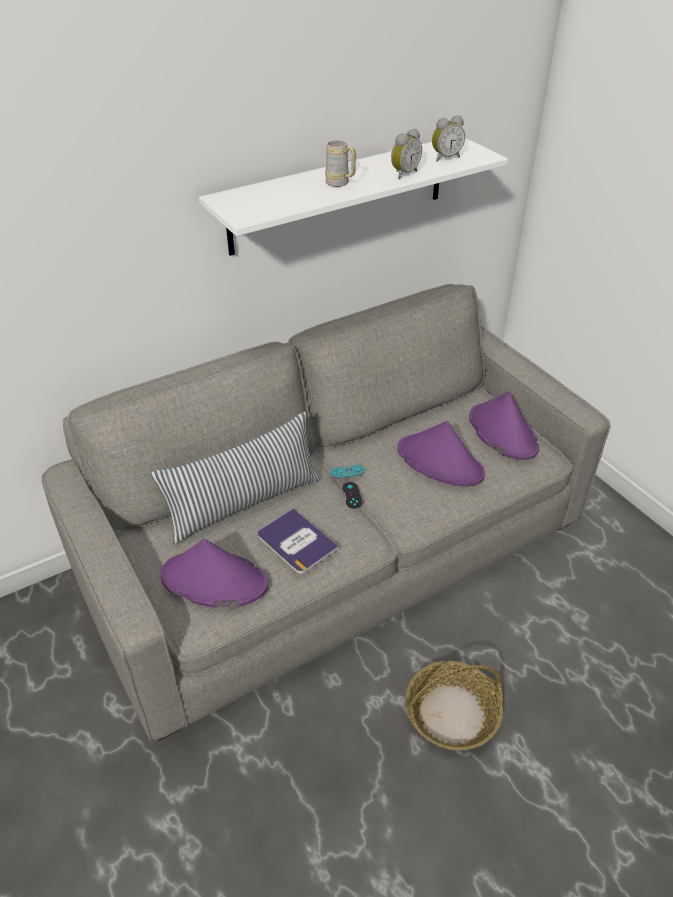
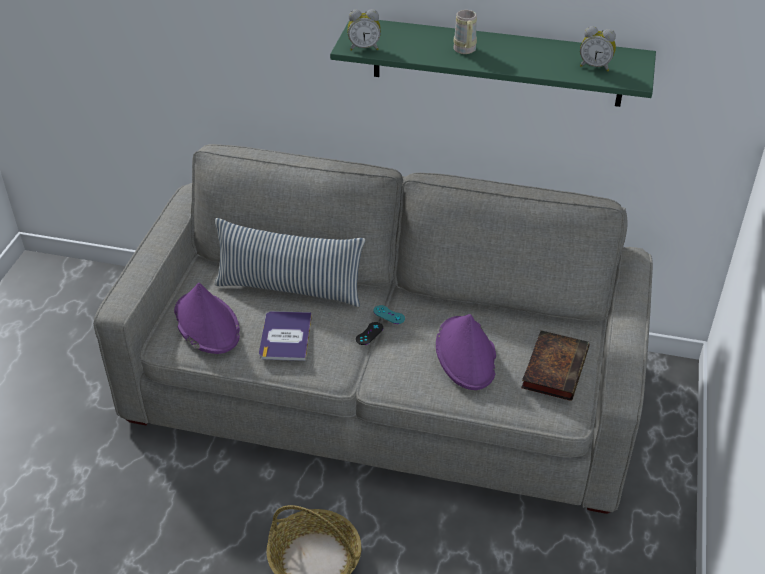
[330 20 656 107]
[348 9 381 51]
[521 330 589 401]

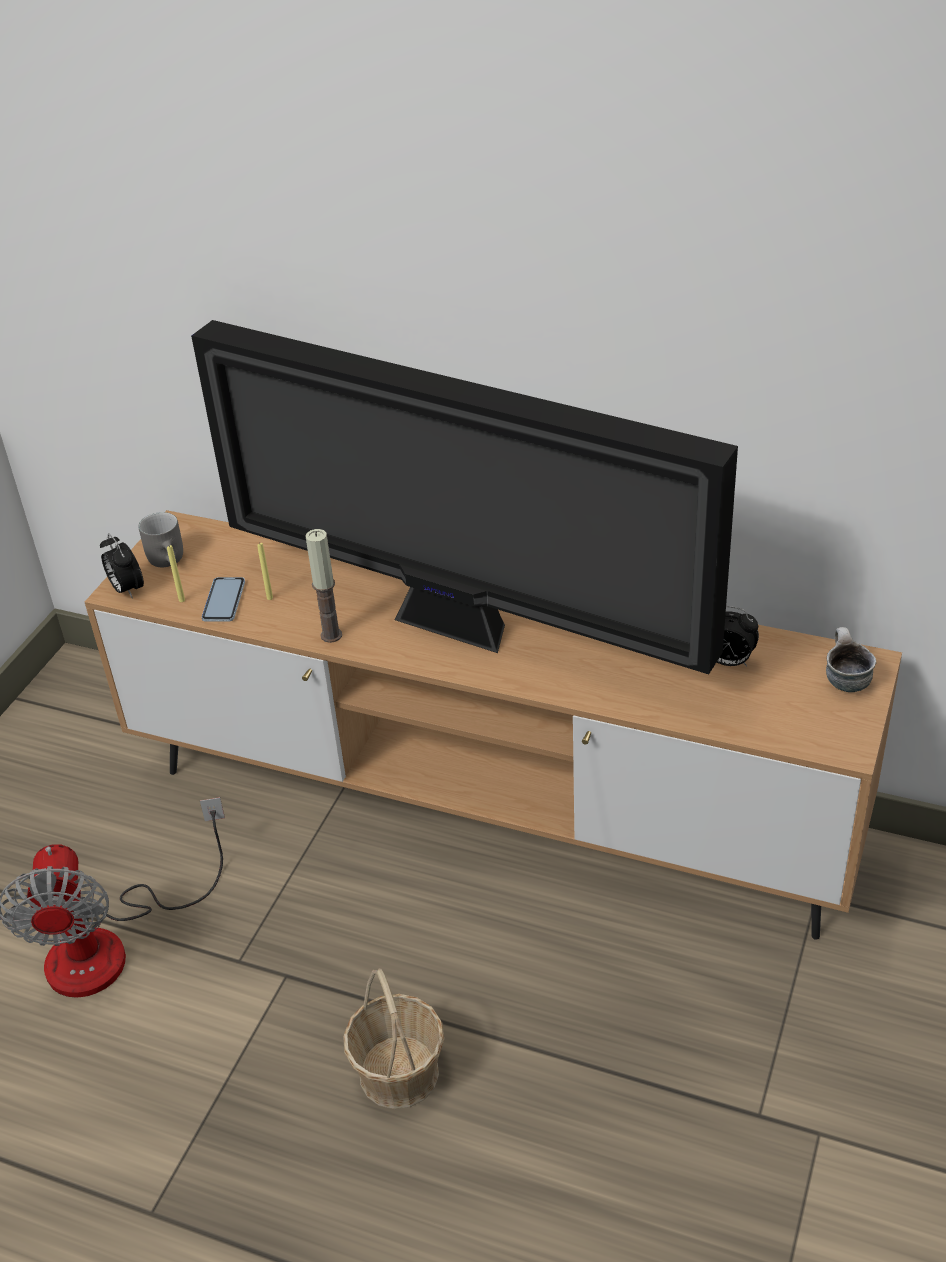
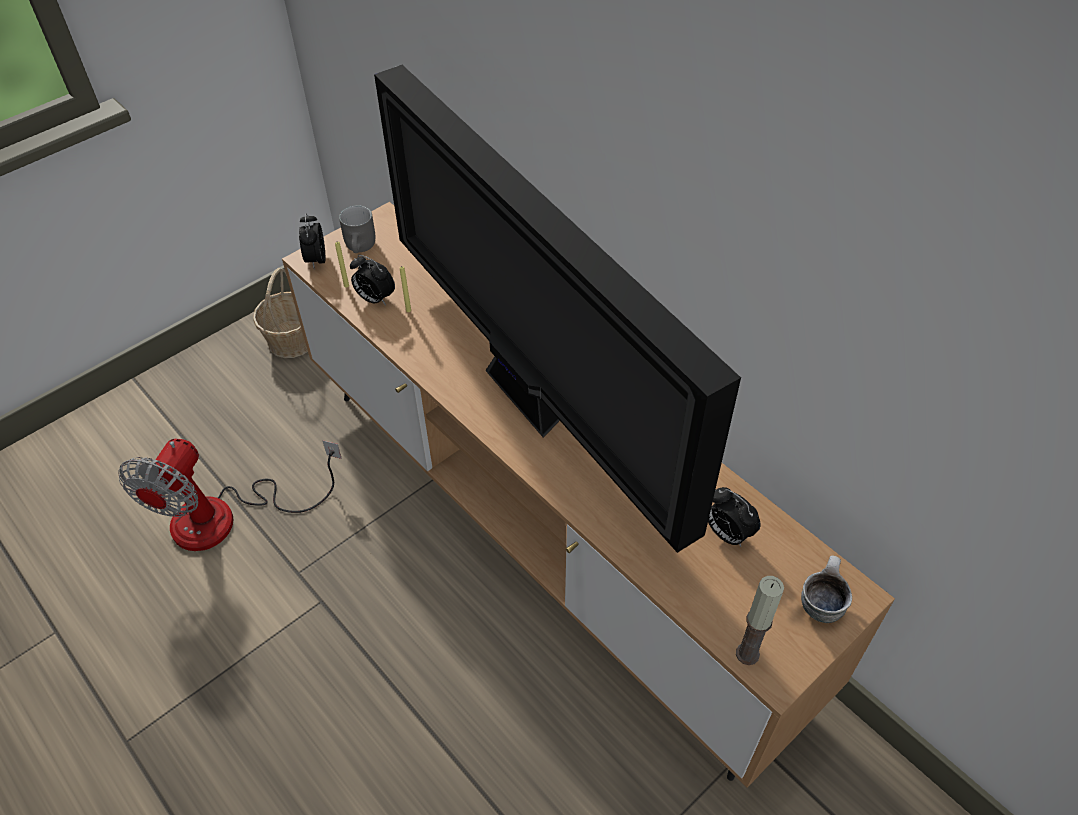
[253 268 308 358]
[350 255 395 305]
[736 576 784 665]

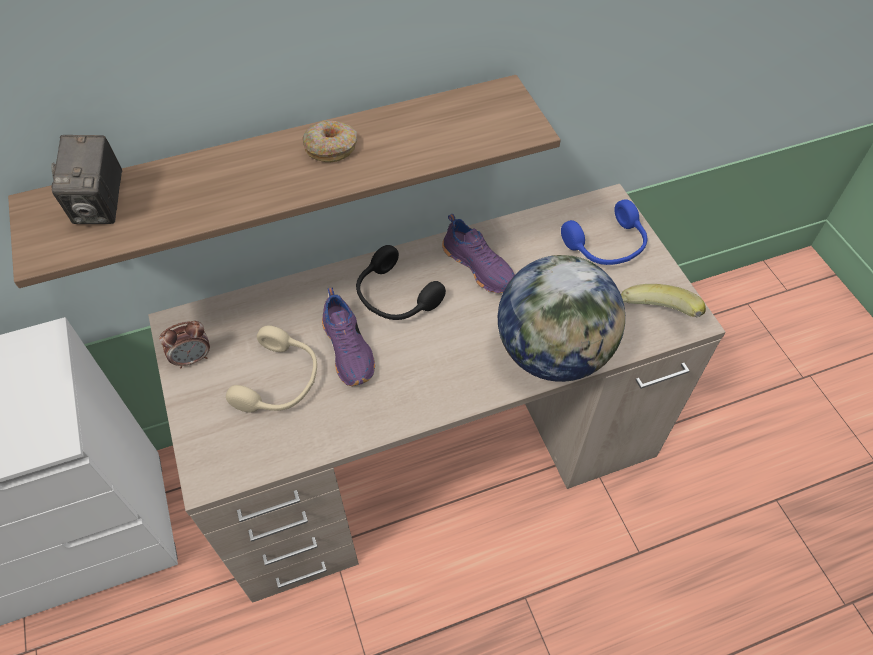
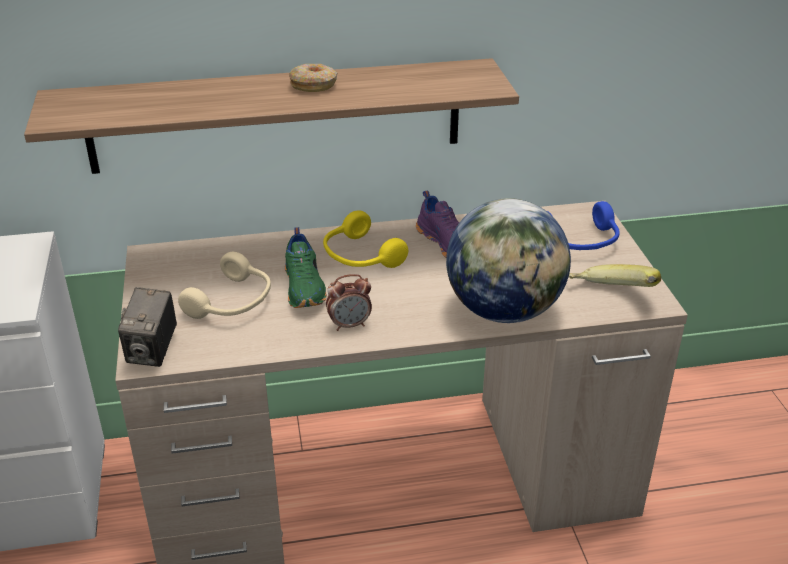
[118 287 177 367]
[285 227 327 308]
[323 210 408 268]
[326 274 372 331]

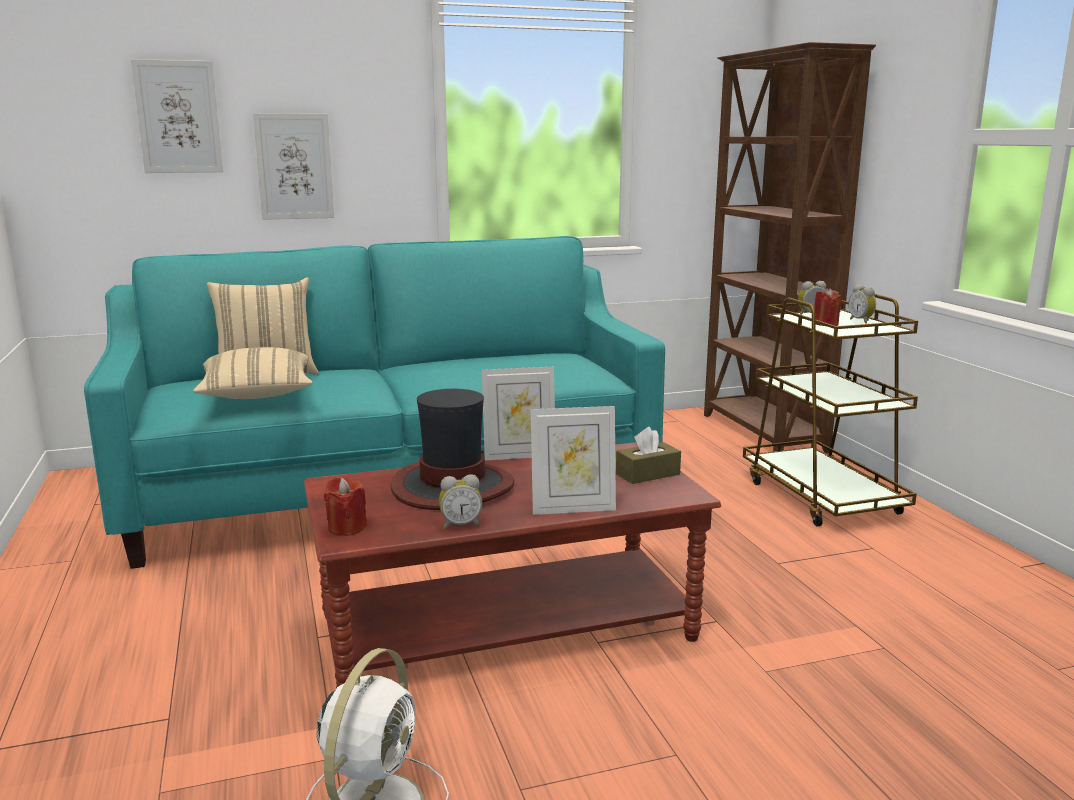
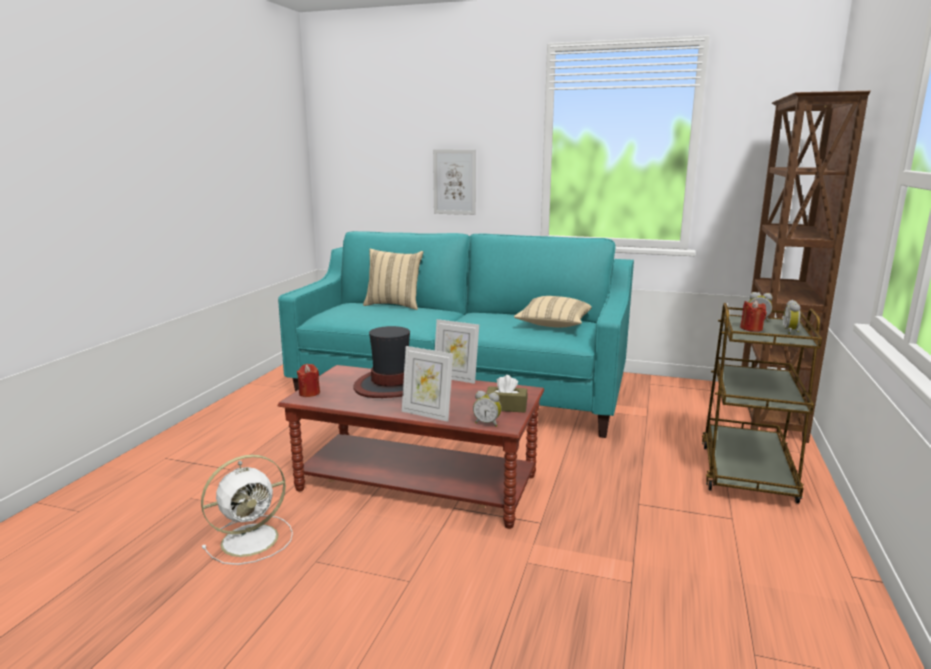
[473 391 501 427]
[514 296 592 327]
[131 59 223 173] (first image)

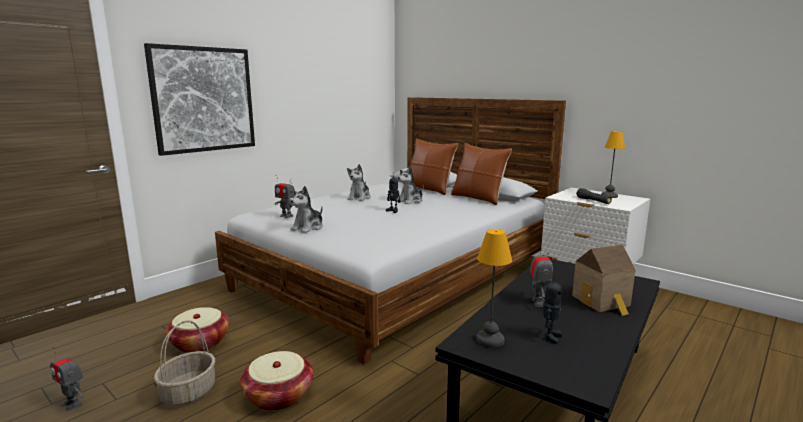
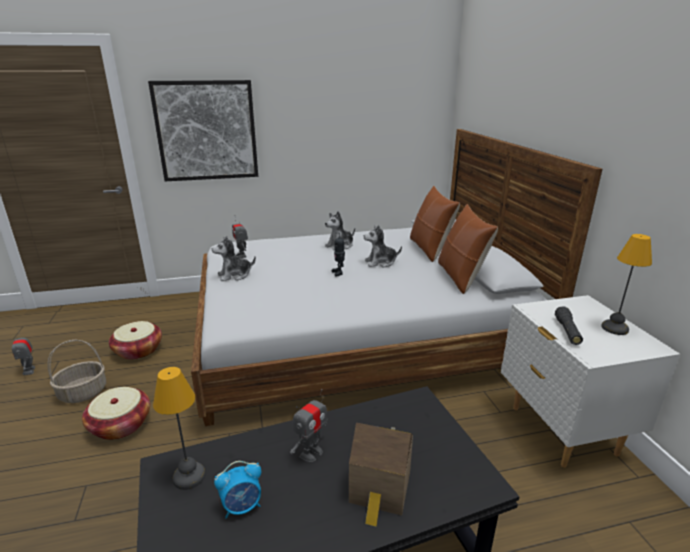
[214 461 261 519]

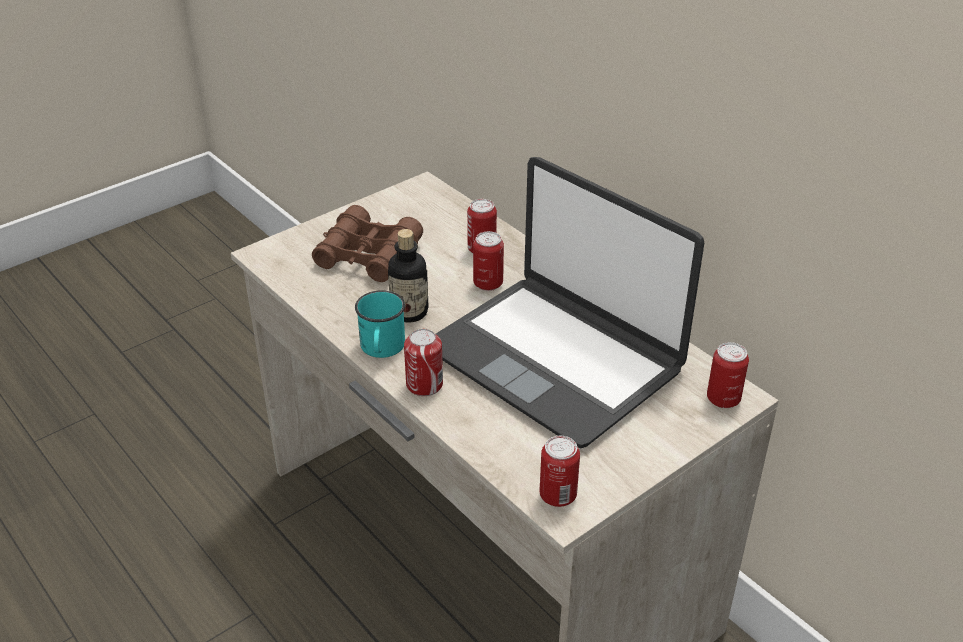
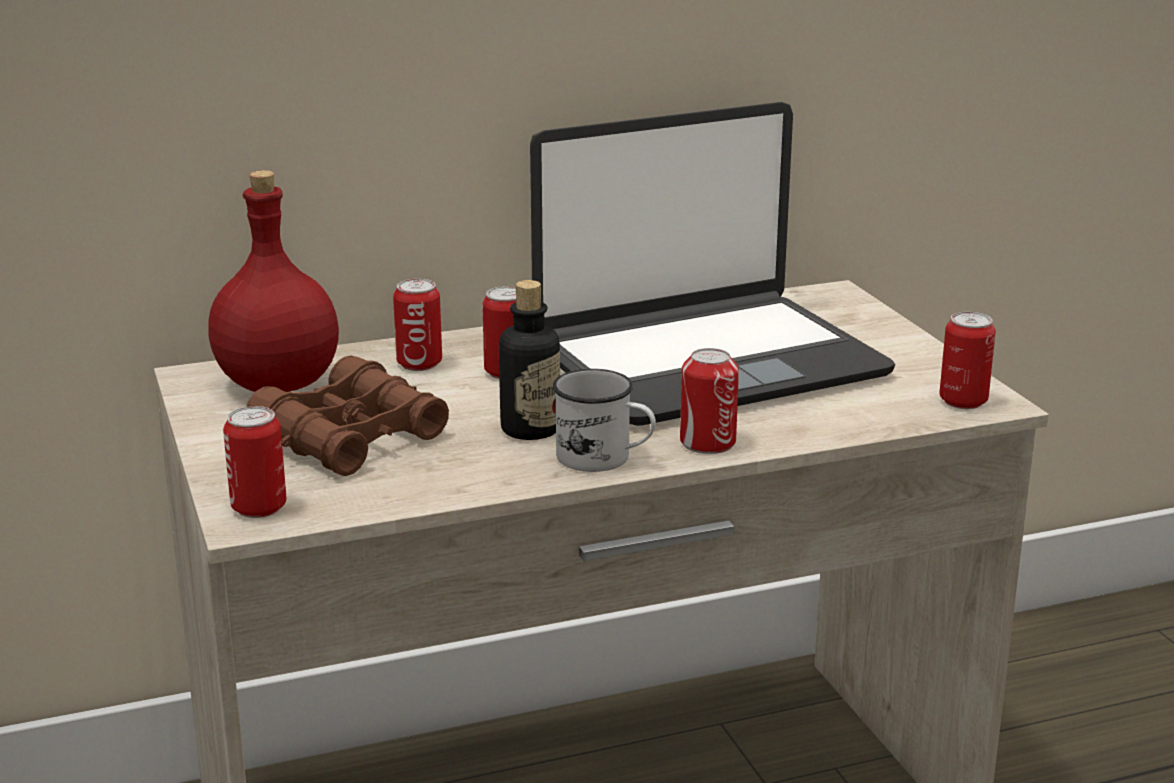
[208 170 339 392]
[223 406 286 518]
[552 369 656 472]

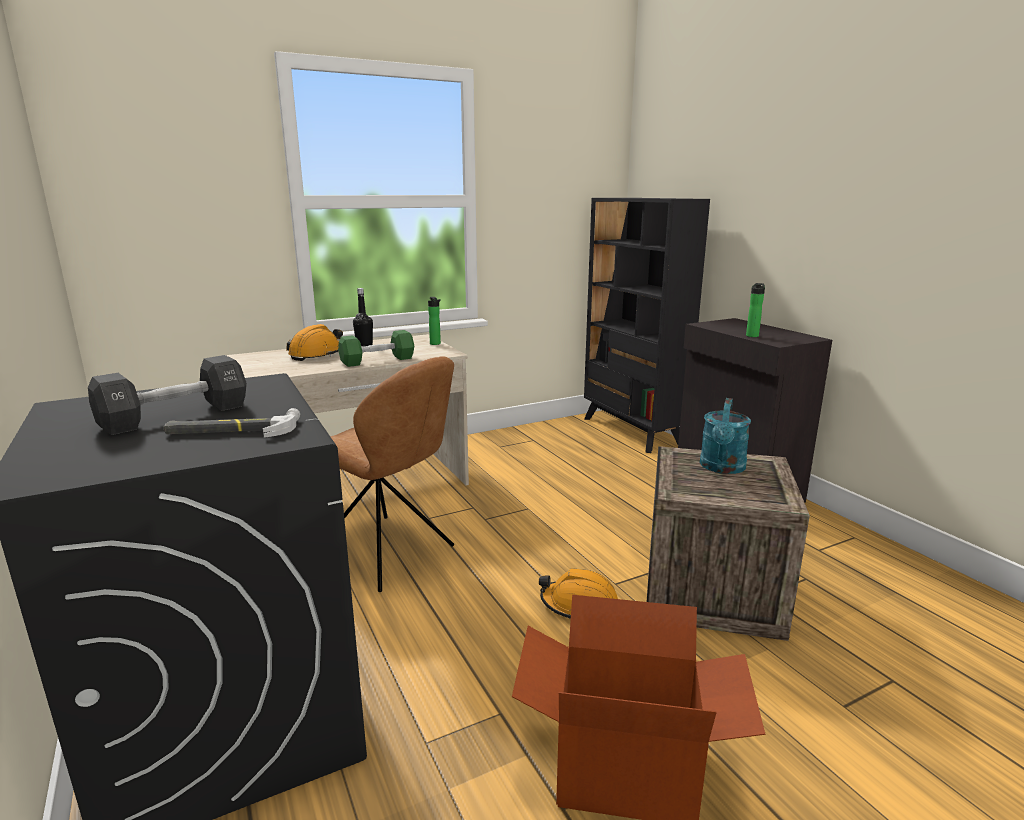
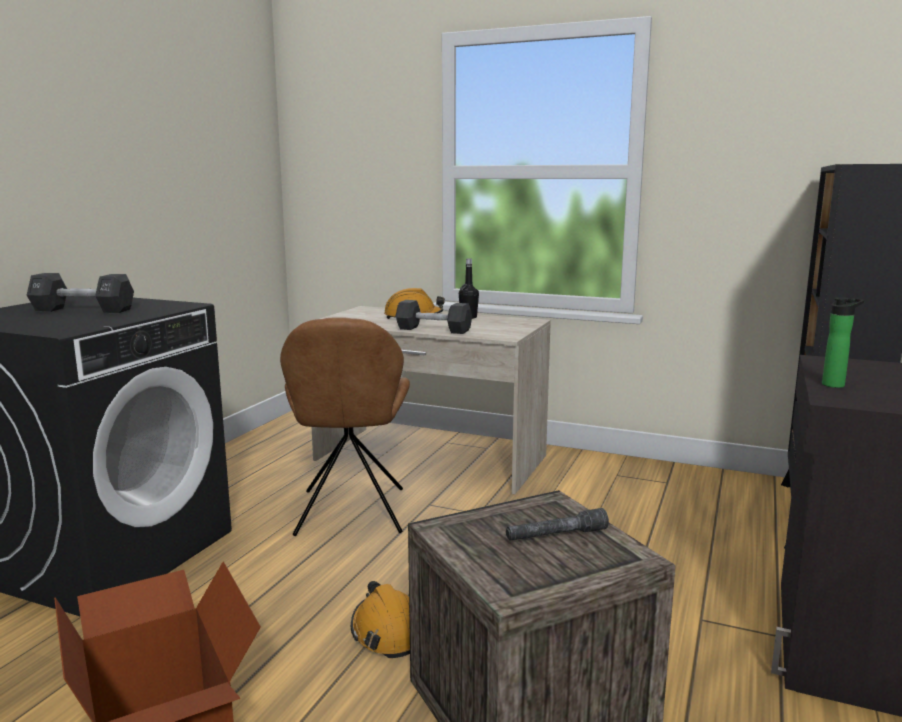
[396 300 472 334]
[506 508 609 540]
[164 408 300 438] (first image)
[428 297 441 345] (first image)

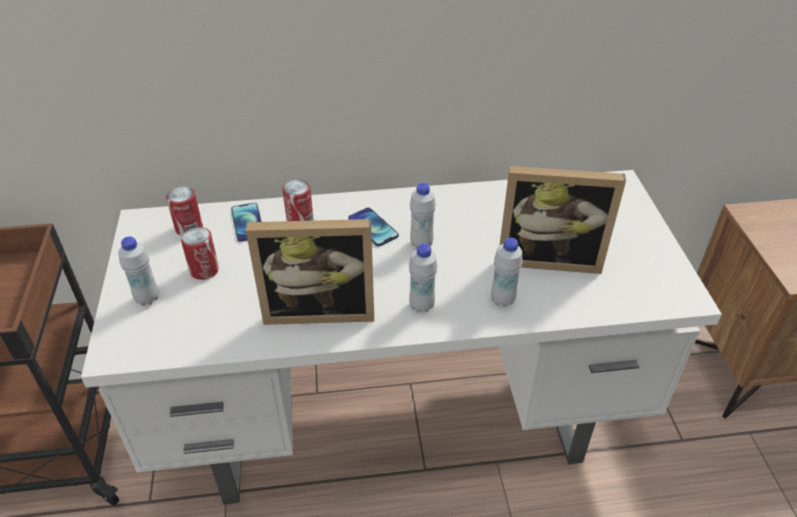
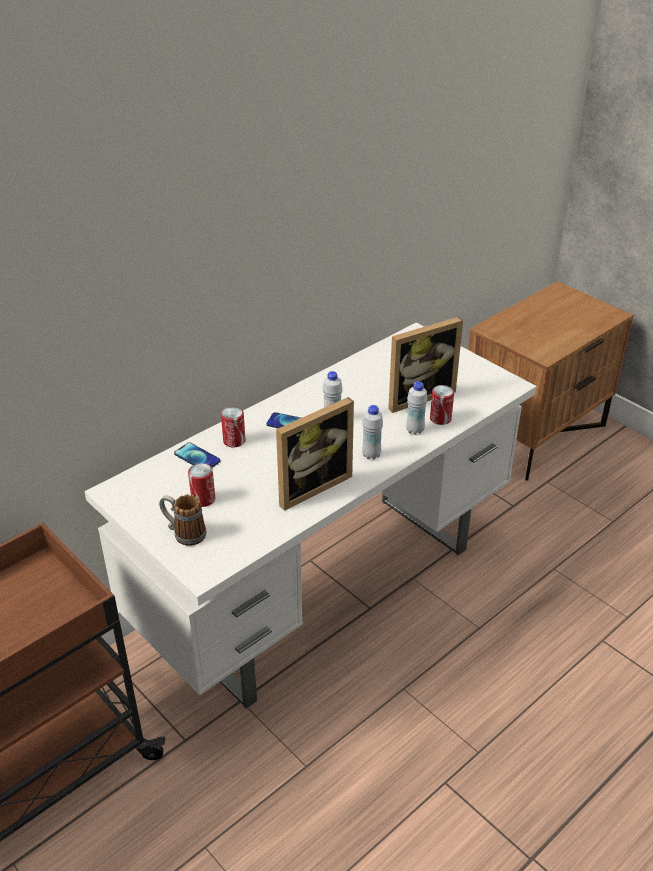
[159 494 207 546]
[430 385 454 425]

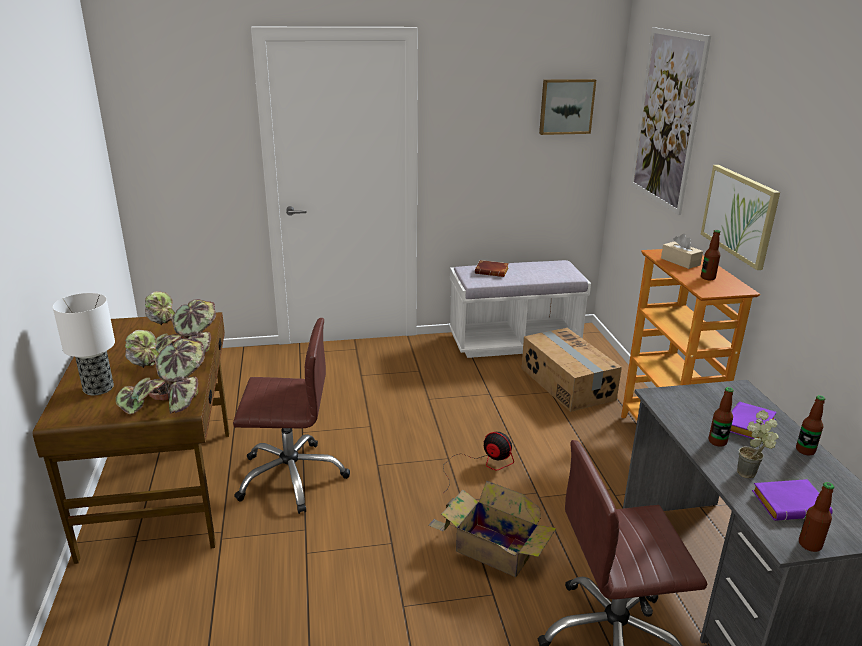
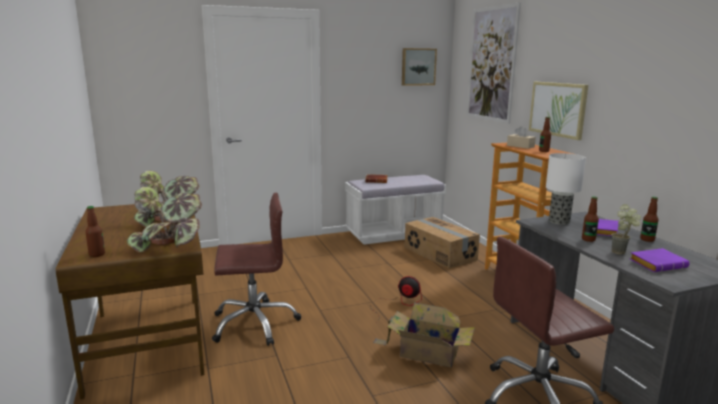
[85 206 105 257]
[546 153 586 225]

